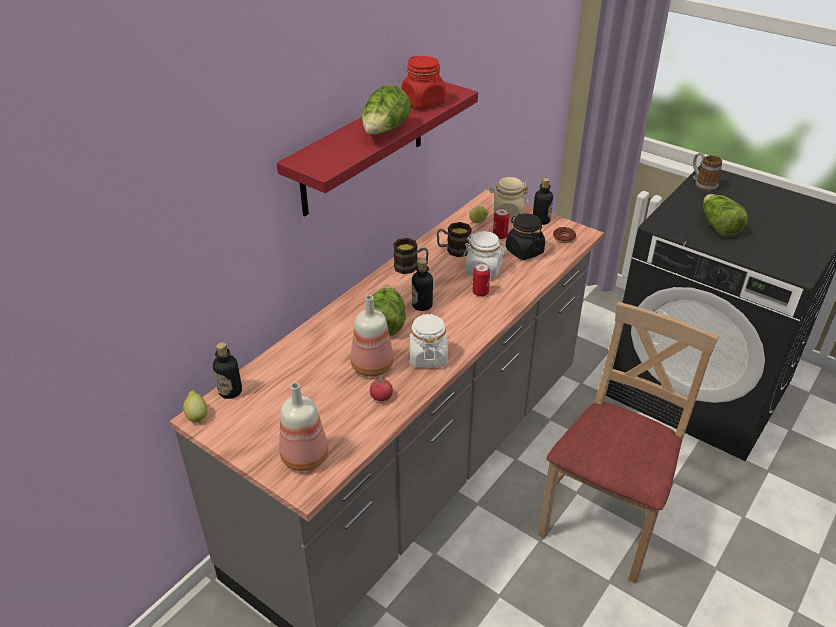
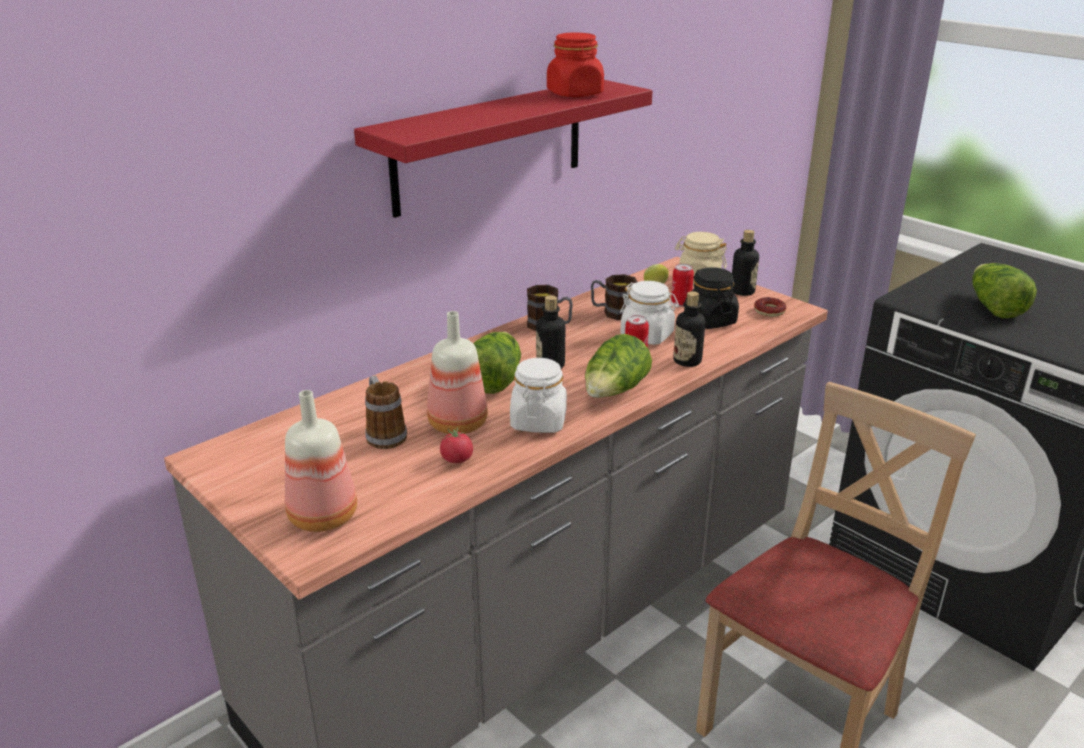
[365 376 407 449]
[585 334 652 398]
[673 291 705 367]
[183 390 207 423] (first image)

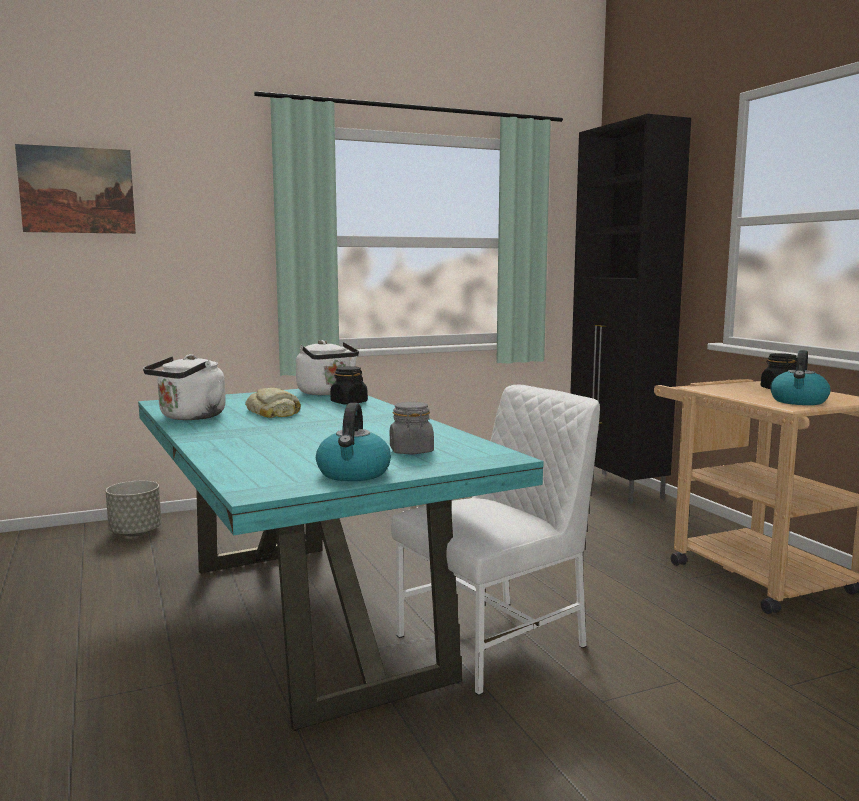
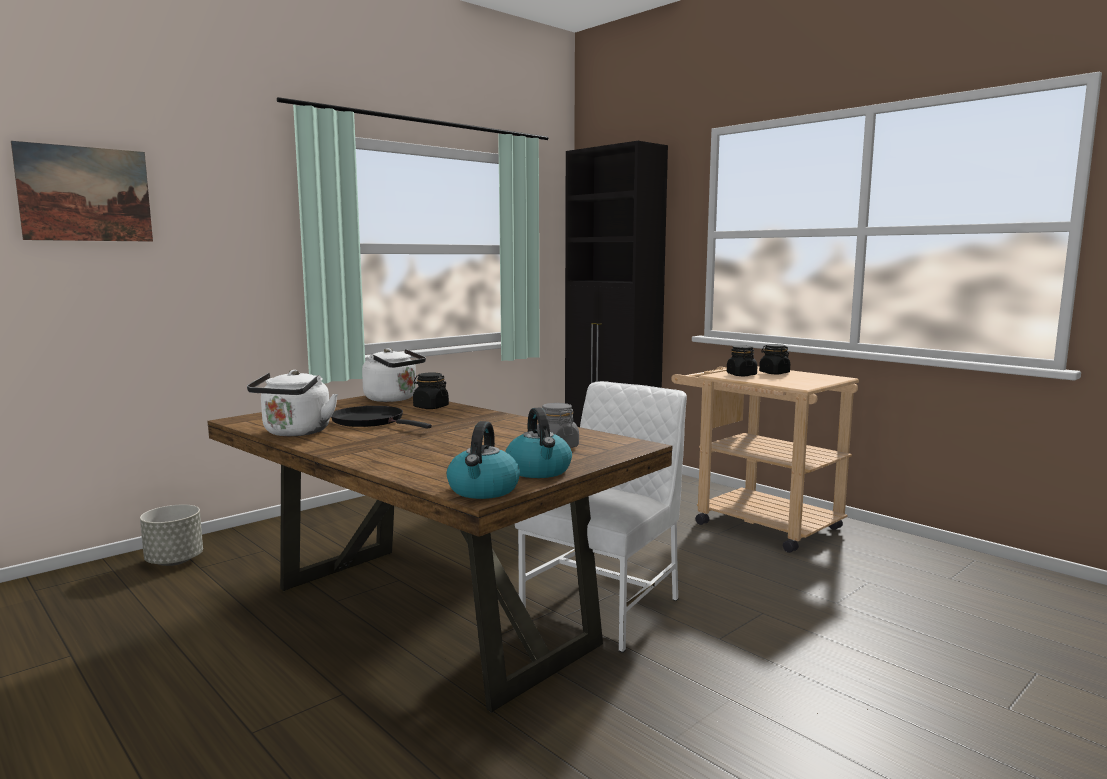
[207 396 672 713]
[331 406 432 429]
[446 421 520 499]
[727 345 757 376]

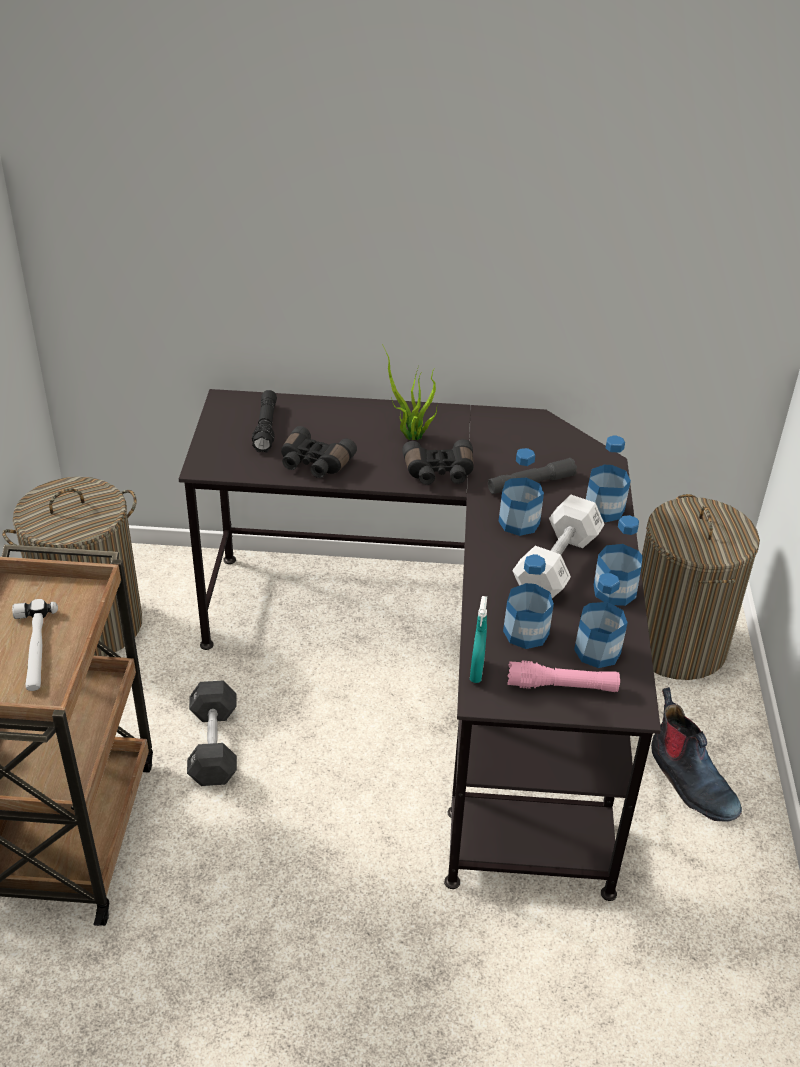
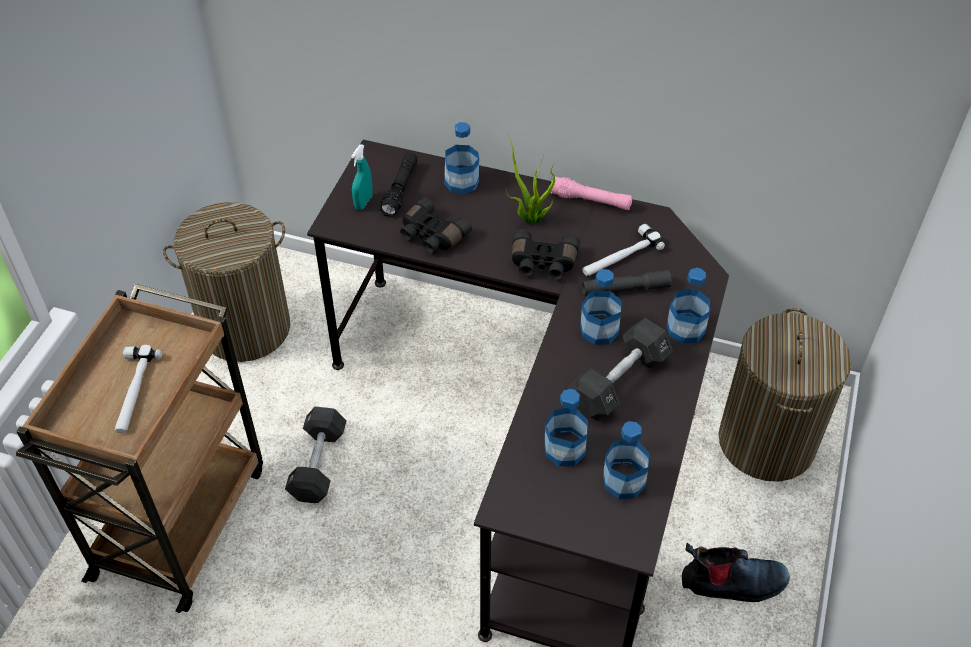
[351 144 373 210]
[444 122 479 195]
[551 177 632 210]
[568 318 673 421]
[582 224 665 276]
[682 543 790 602]

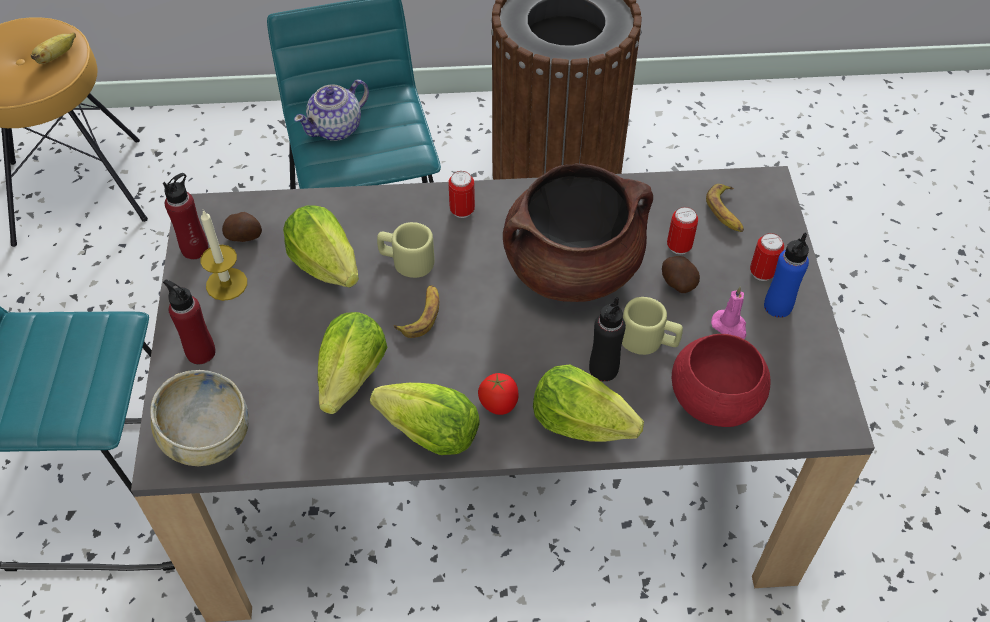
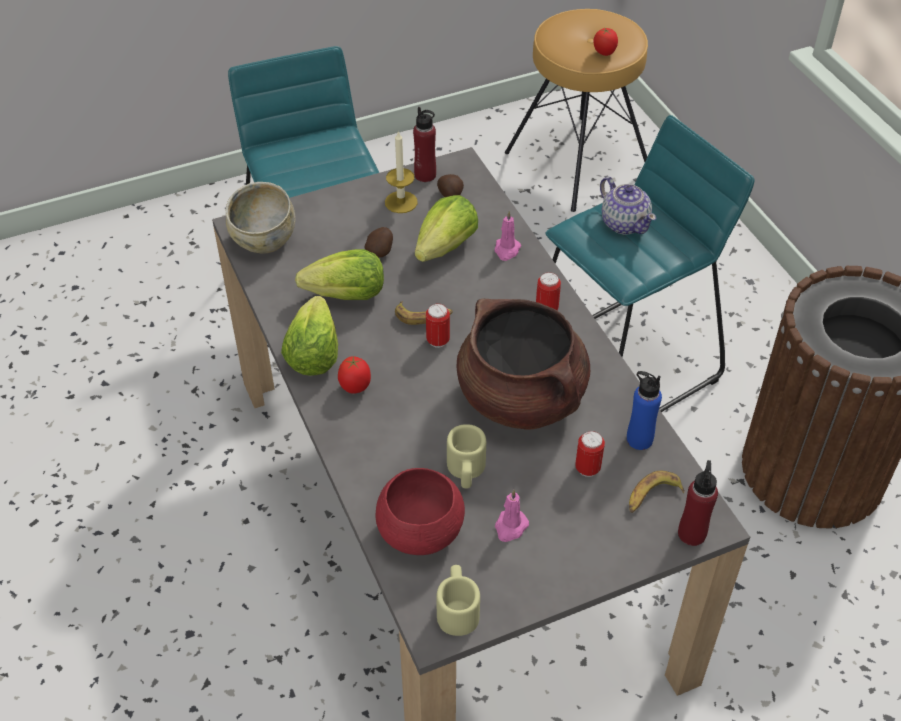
[364 227 393 258]
[426 303 450 348]
[436 565 480 636]
[494 211 521 261]
[593 28 618 56]
[600 177 656 235]
[627 371 662 450]
[678 460 718 546]
[533 364 644 442] (first image)
[589 297 626 381] (first image)

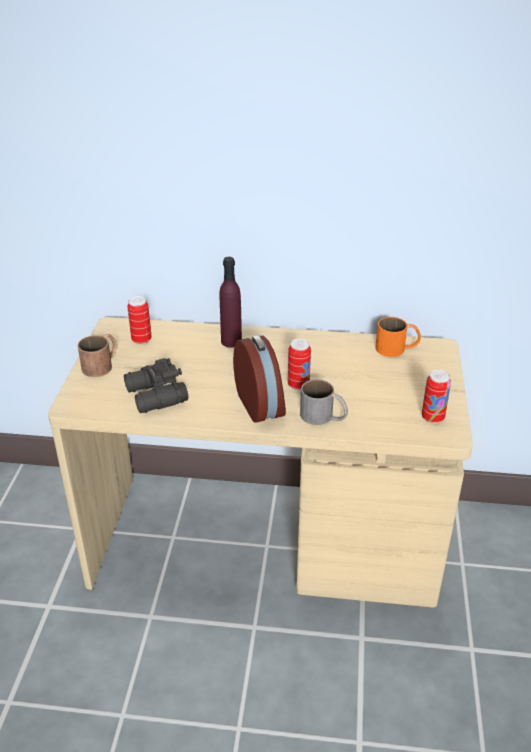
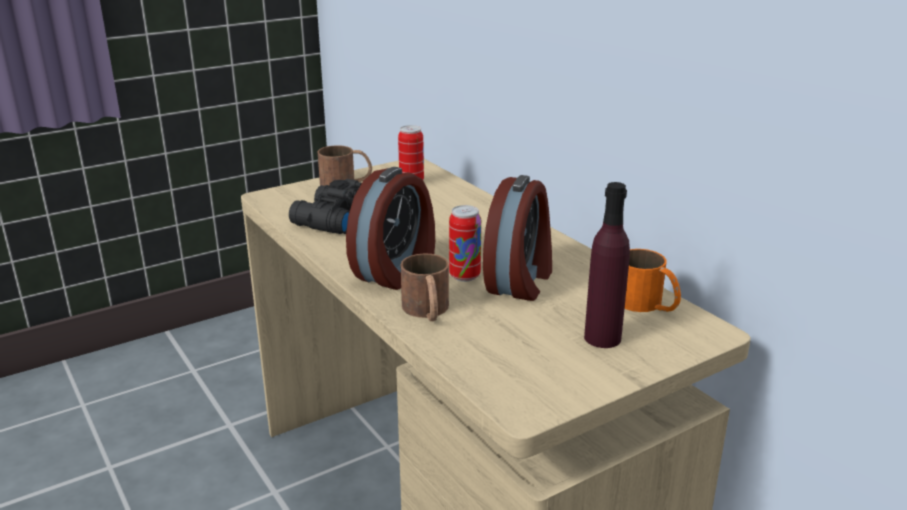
[401 253 449 321]
[483 175 552 301]
[584 182 630 348]
[422 370 451 423] (first image)

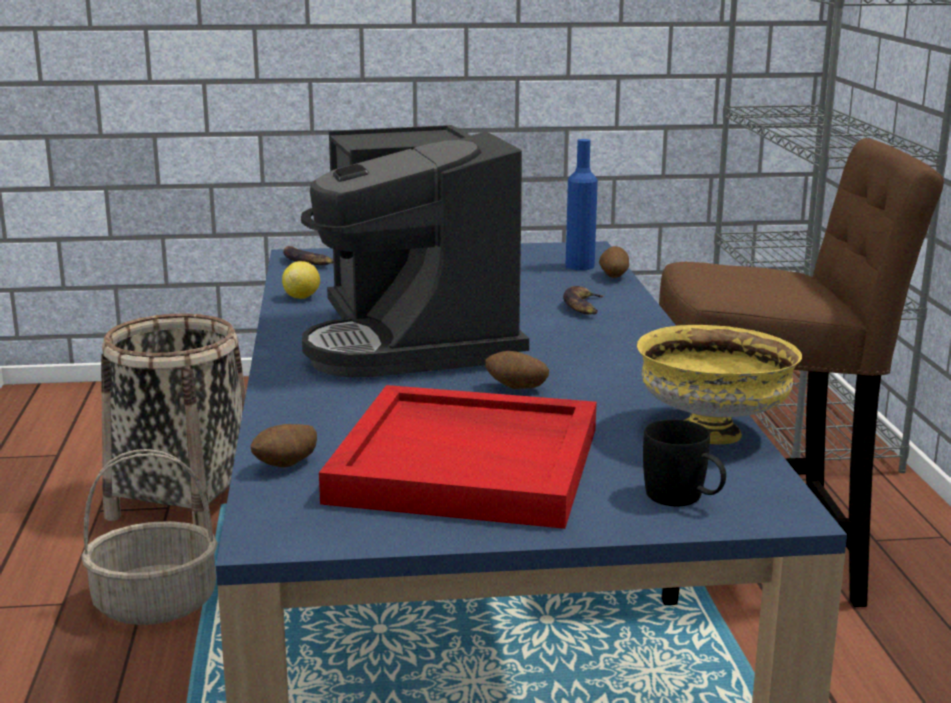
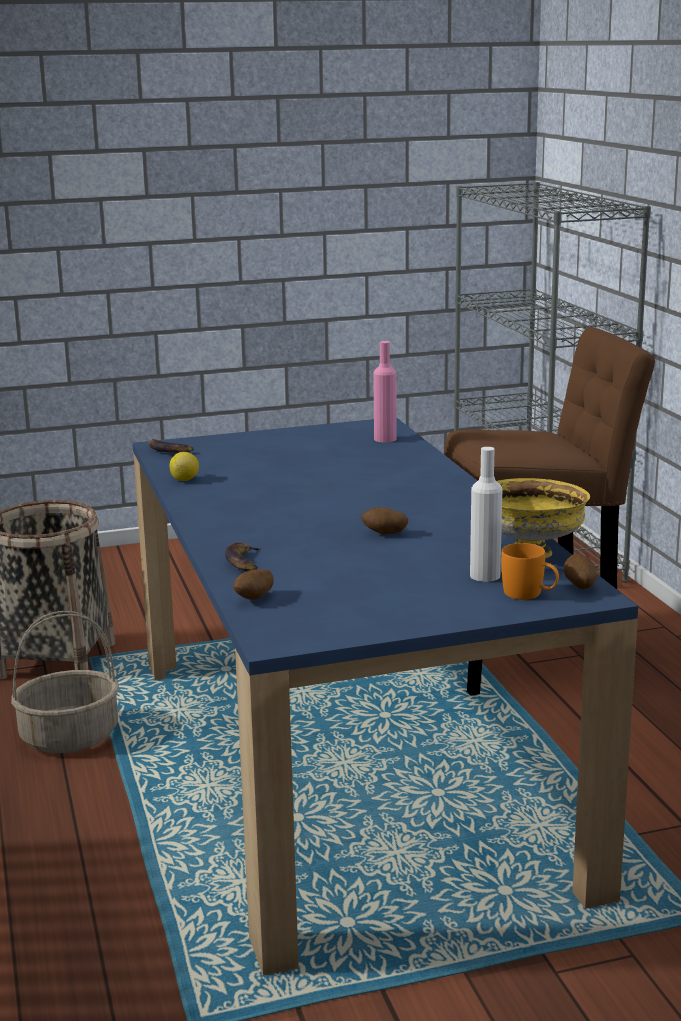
[225 542 263 571]
[373 341 397 442]
[470 447 502 582]
[501 543 559 600]
[564 554 597 589]
[301 125 529 378] (first image)
[319 385 597 529] (first image)

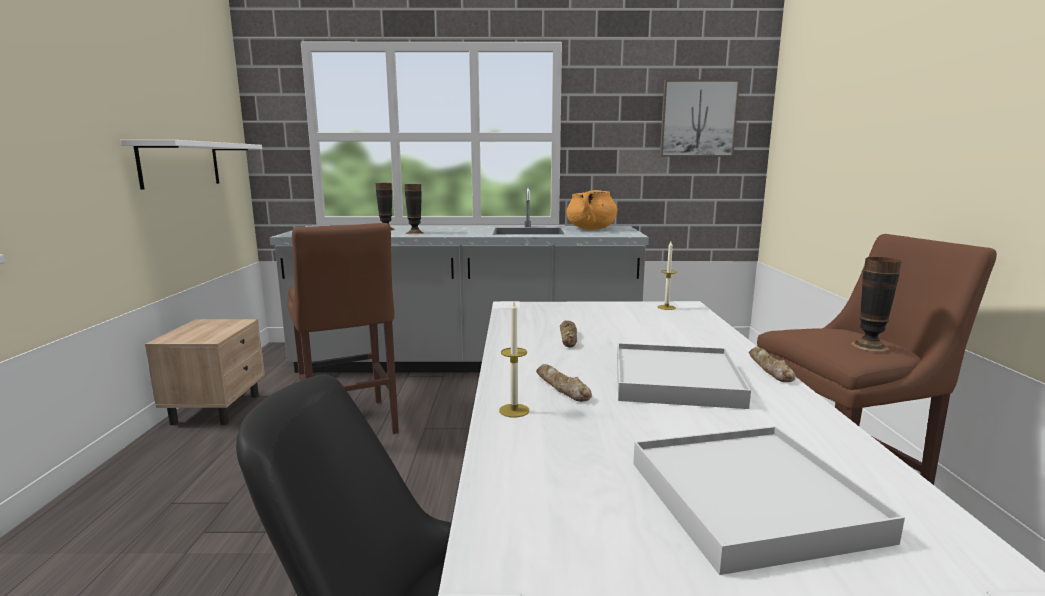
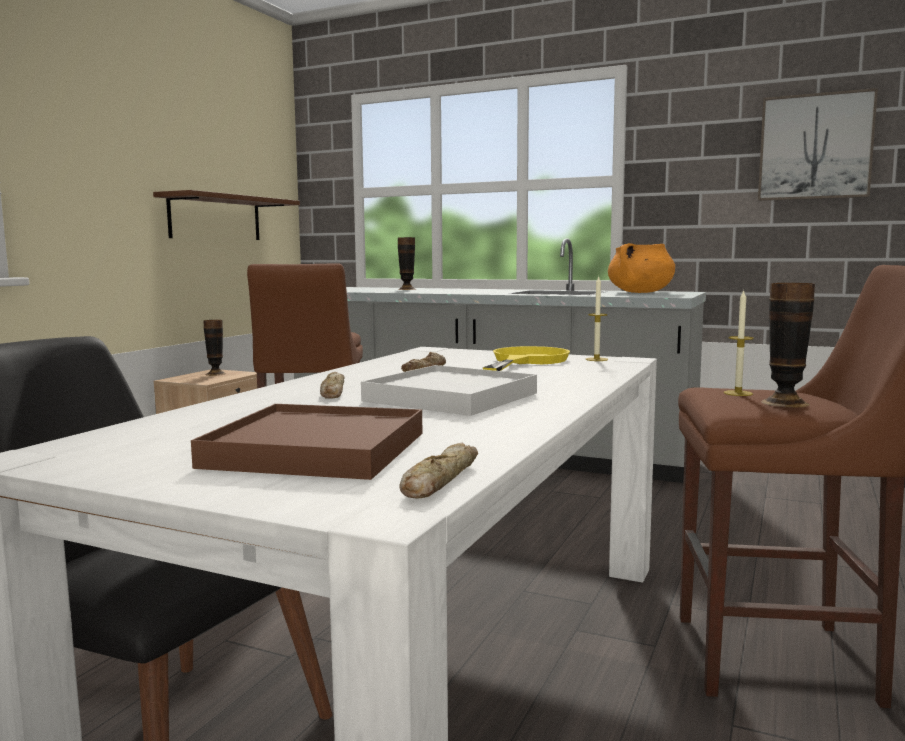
[153 190 300 240]
[191 404 422 480]
[203 320 227 376]
[399 443 478 498]
[483 346 570 371]
[724 290 754 396]

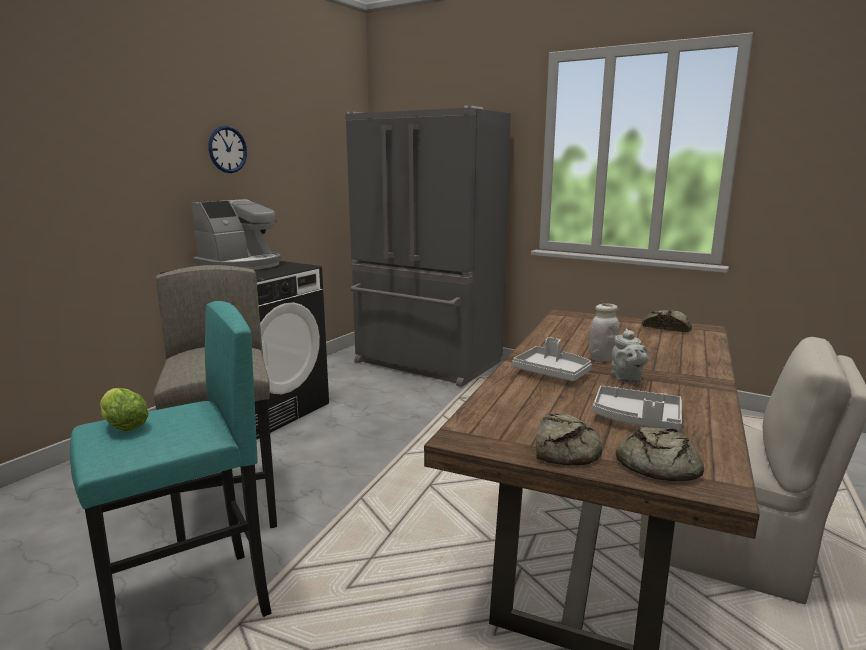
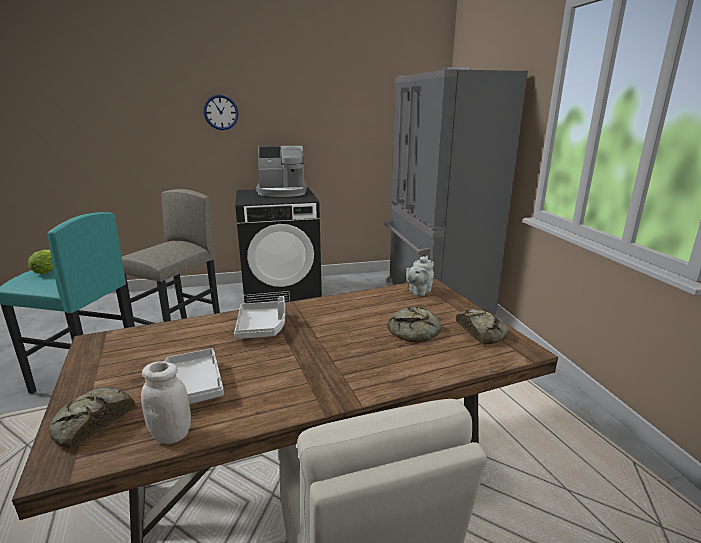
[141 361 191 444]
[204 95 238 130]
[387 306 441 342]
[406 255 434 296]

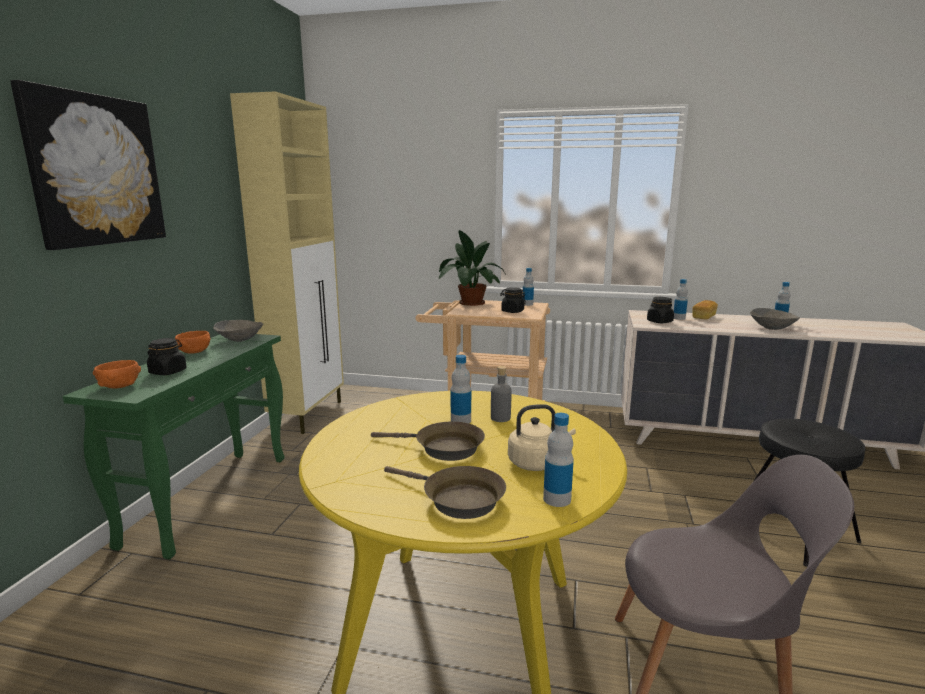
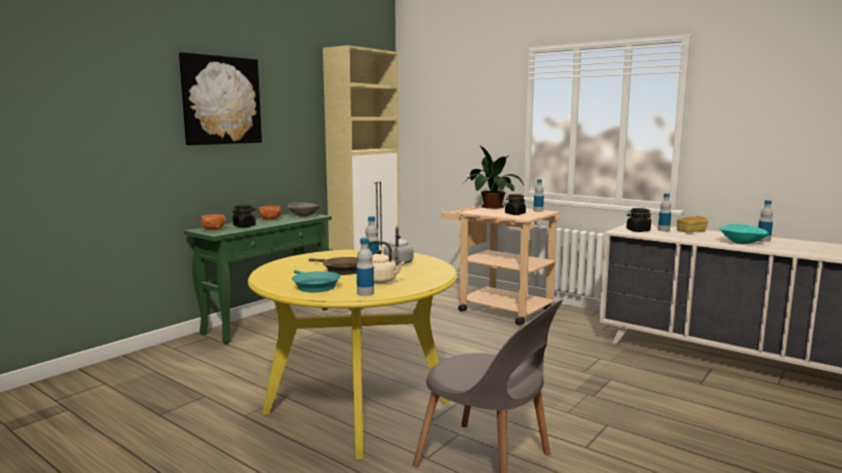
[292 270 341 292]
[384 226 413 265]
[719 224 769 244]
[753 419 865 567] (first image)

